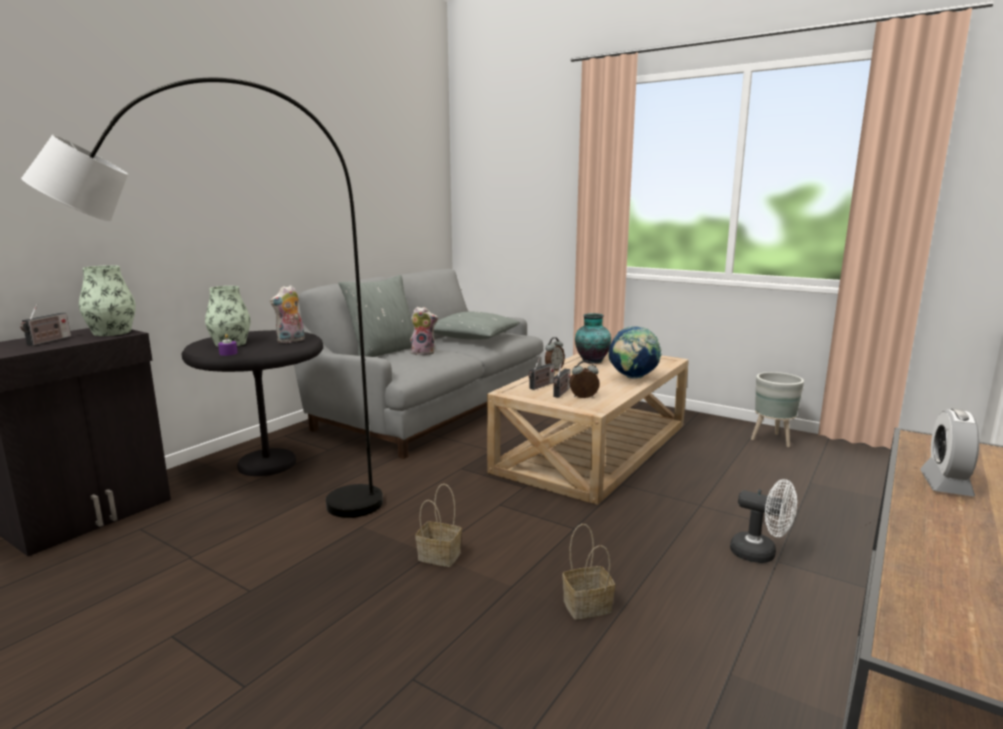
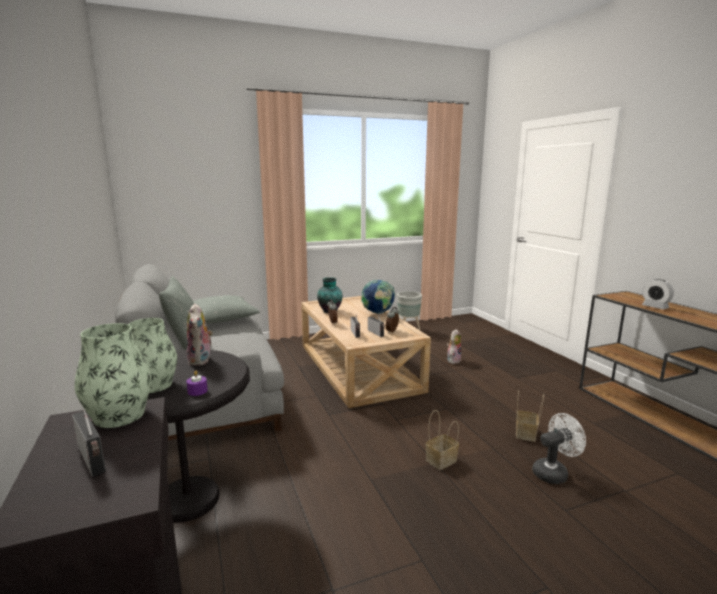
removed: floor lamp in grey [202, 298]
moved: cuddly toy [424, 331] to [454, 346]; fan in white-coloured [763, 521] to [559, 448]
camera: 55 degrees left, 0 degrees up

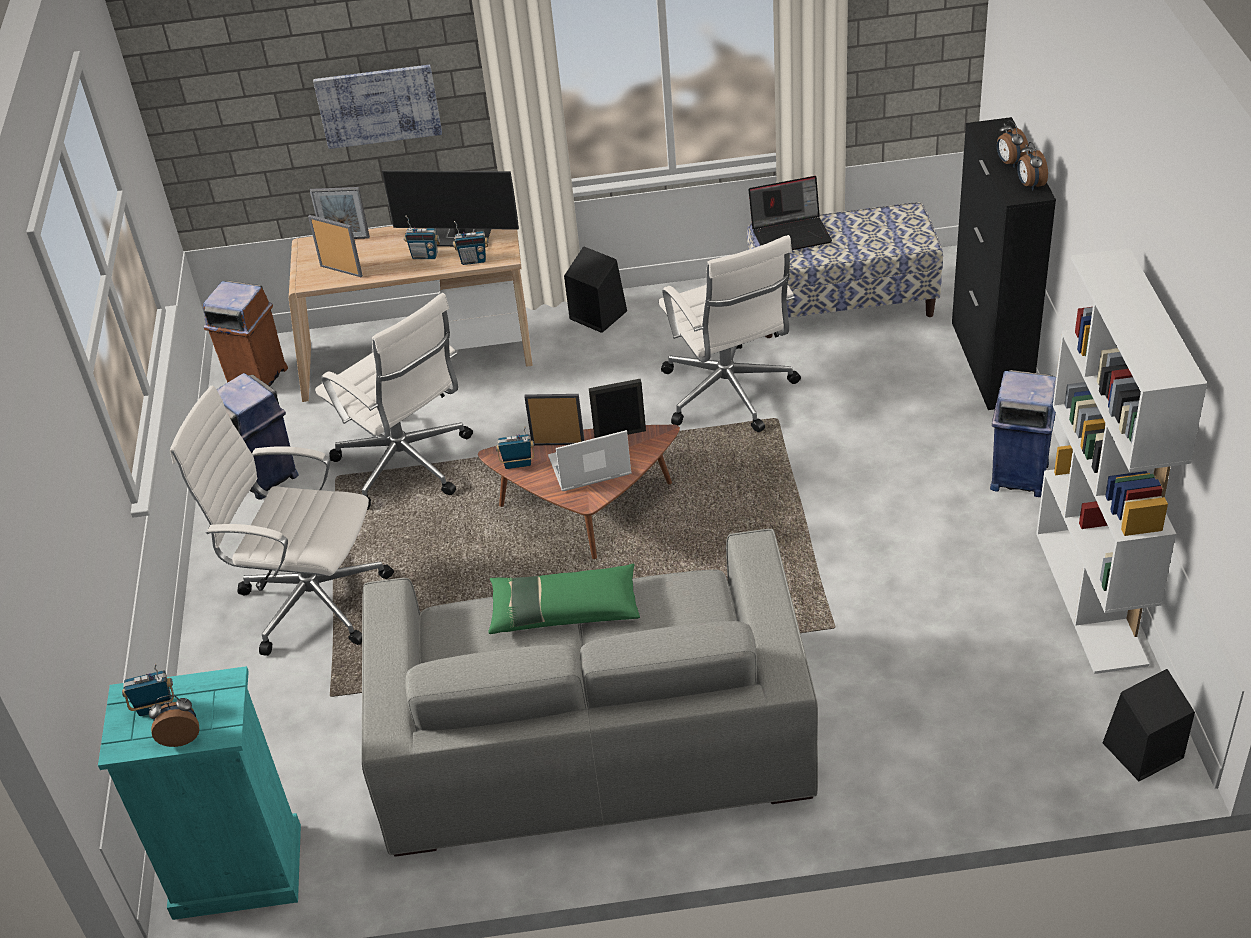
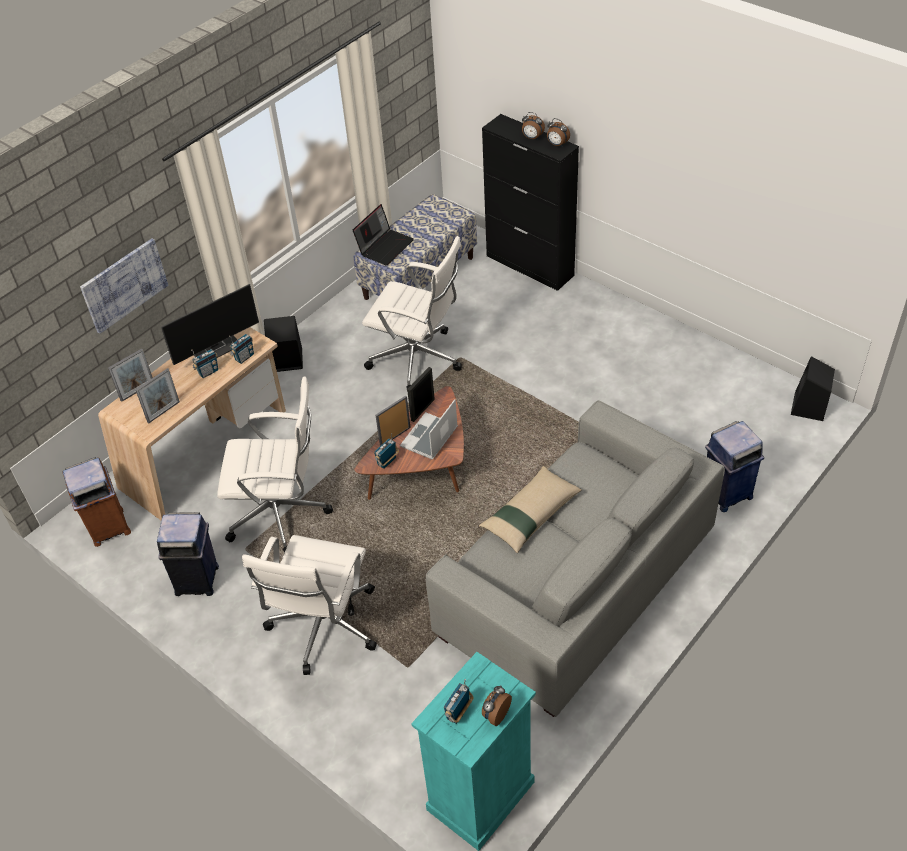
removed: bookshelf in white-coloured [1121, 461]
moved: waste bin in blue-coloured [1023, 433] to [734, 466]
recoloured: pillow in green-coloured [564, 599] to pillow in beige [530, 509]
turned: office chair in white-coloured [282, 521] = [309, 605] 45 degrees counterclockwise; picture frame [335, 246] = [158, 396] 150 degrees clockwise
camera: 45 degrees left, 5 degrees up

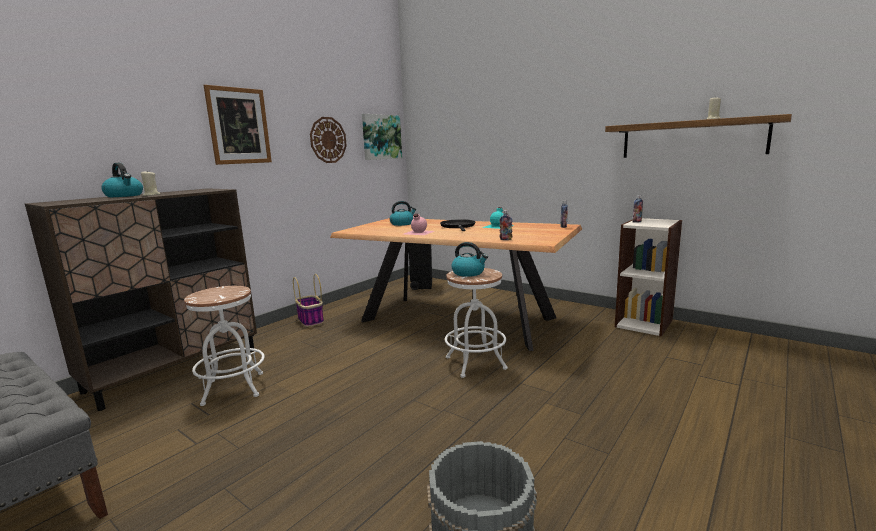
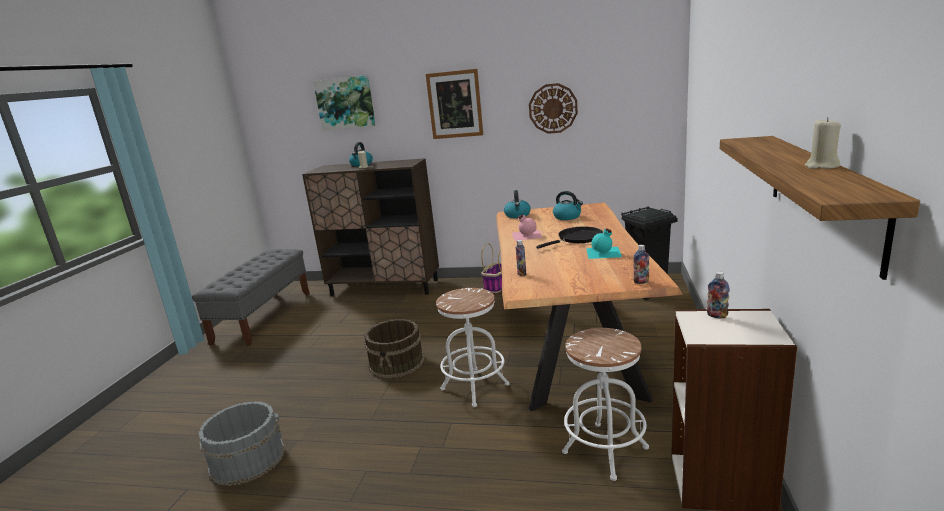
added: pail in brown-coloured [394, 348]
moved: stool seat in white-coloured [224, 346] to [605, 404]; picture [382, 137] to [344, 103]; tea kettle [469, 259] to [517, 204]
camera: 65 degrees right, 5 degrees up

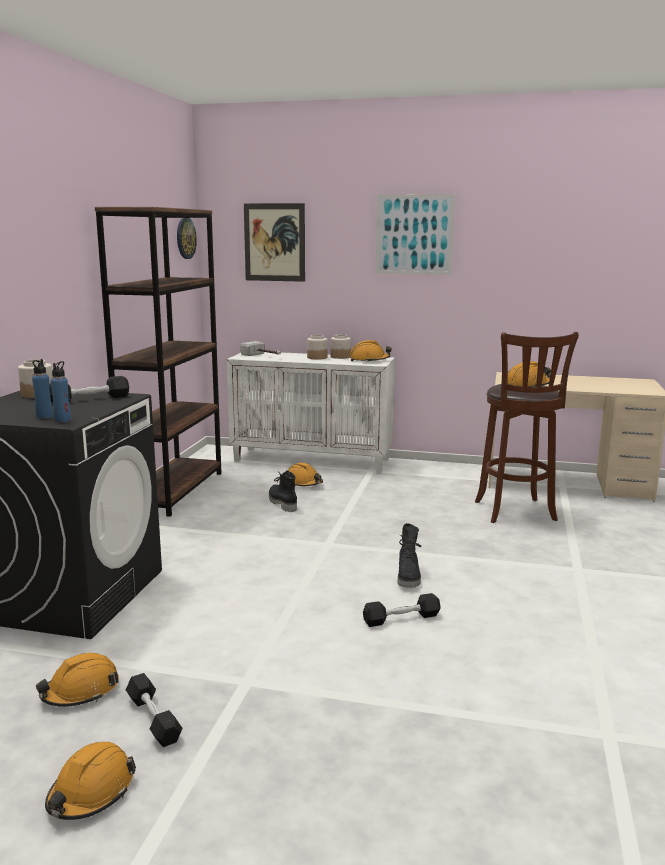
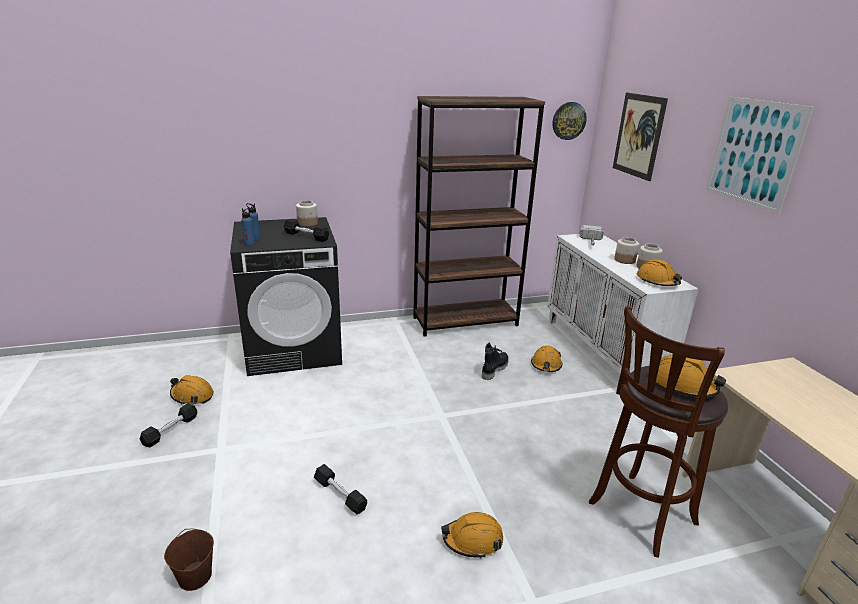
removed: tall boot in blackish [409, 555]
added: pail in brown-coloured [189, 560]
moved: hard hat in orangey [90, 781] to [472, 535]
camera: 60 degrees right, 10 degrees up

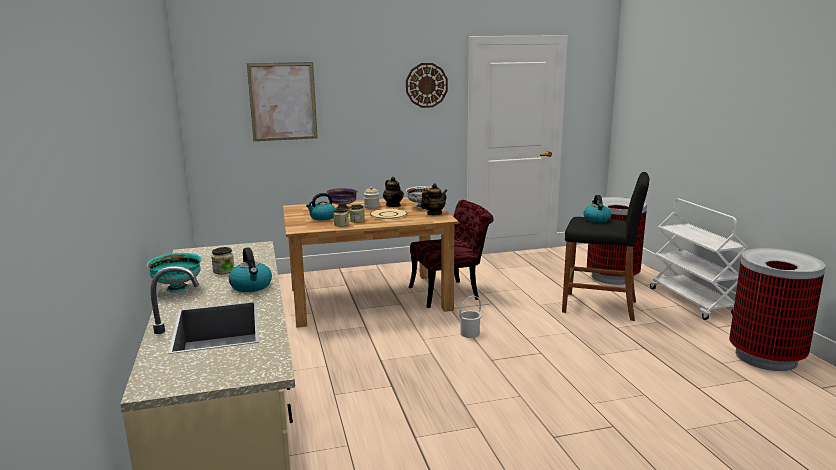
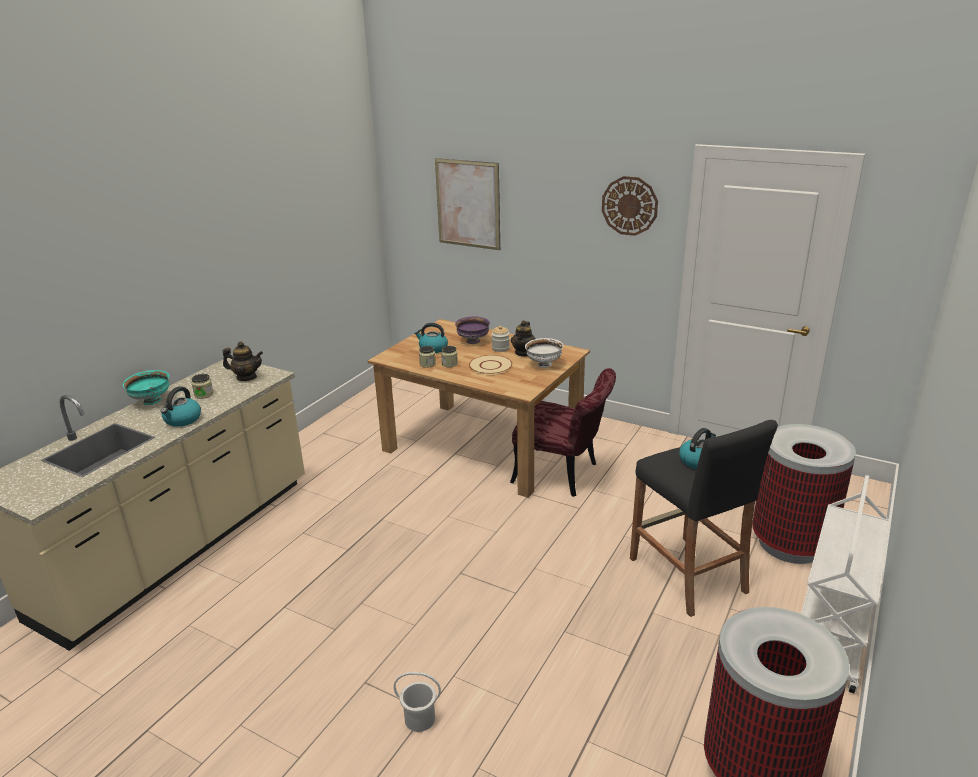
moved: tea pot [434, 199] to [243, 361]; pail in white-coloured [470, 317] to [417, 702]
camera: 45 degrees right, 10 degrees up

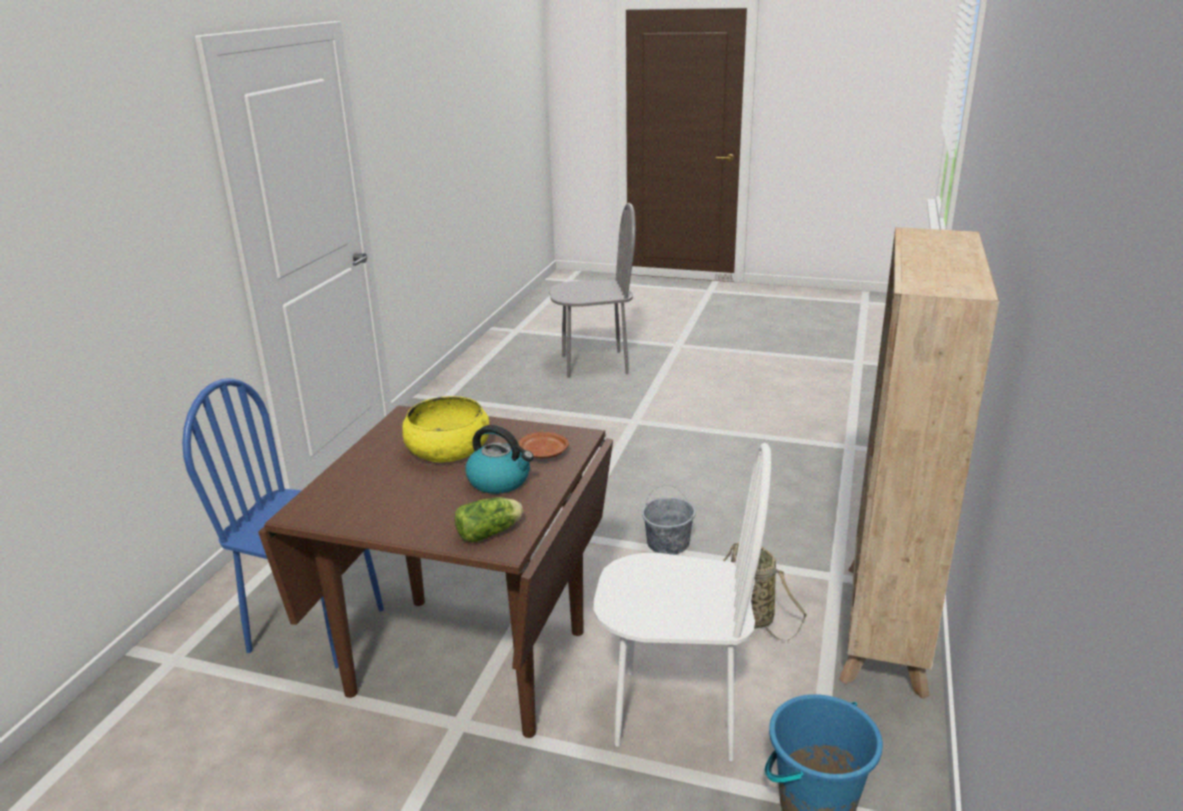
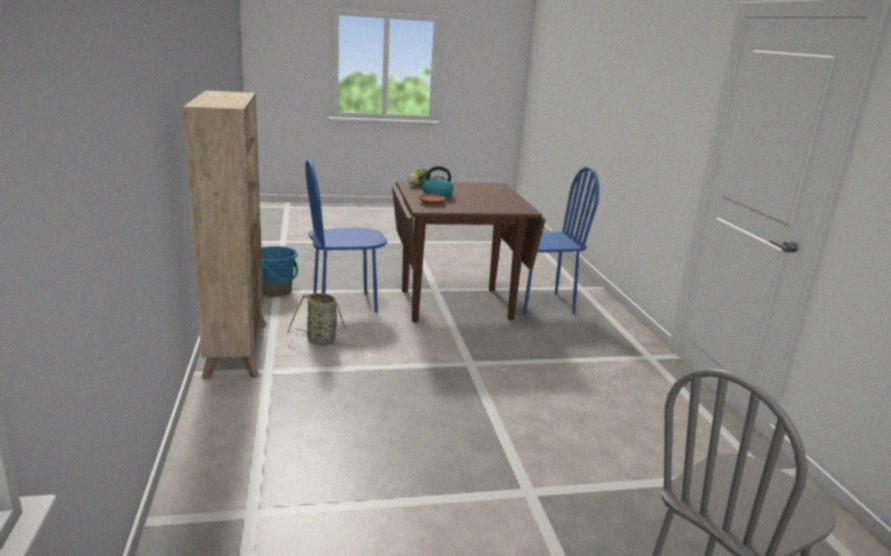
removed: serving bowl in yellowish [446, 429]; pail in grey [669, 520]
recoloured: upright chair in white-coloured [682, 602] to upright chair in blue-coloured [346, 236]
camera: 150 degrees right, 5 degrees down

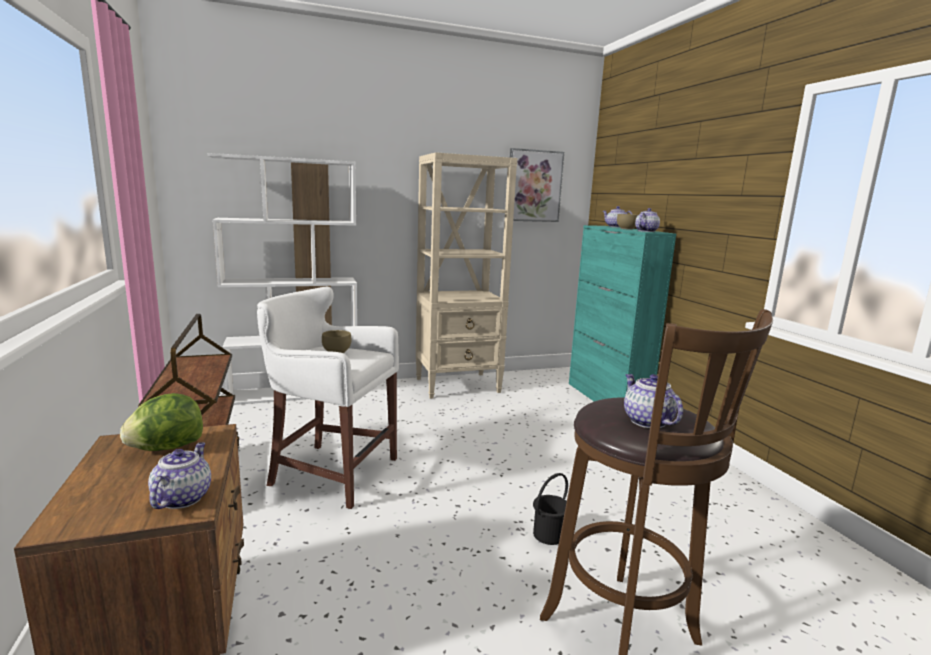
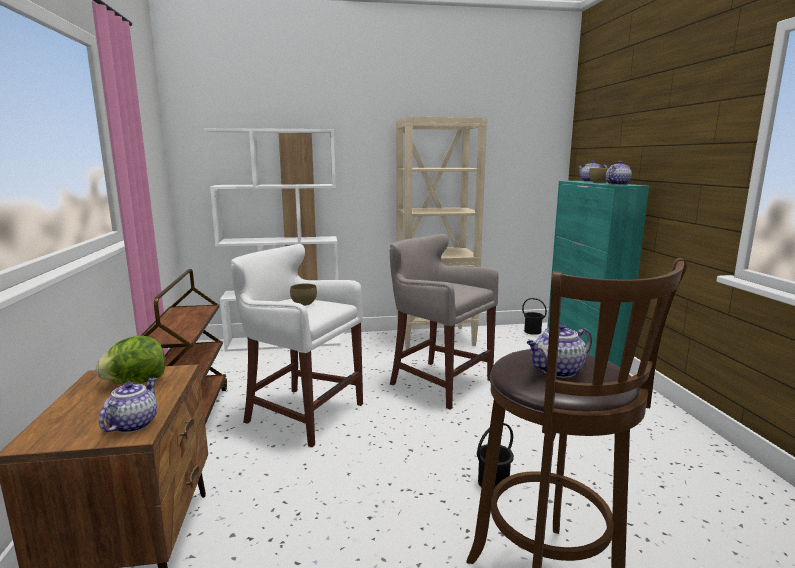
removed: picture [537, 185]
added: stool seat in grey [444, 321]; pail in blackish [534, 316]
turned: tea pot [653, 401] = [559, 351] 105 degrees counterclockwise
camera: 10 degrees right, 0 degrees up

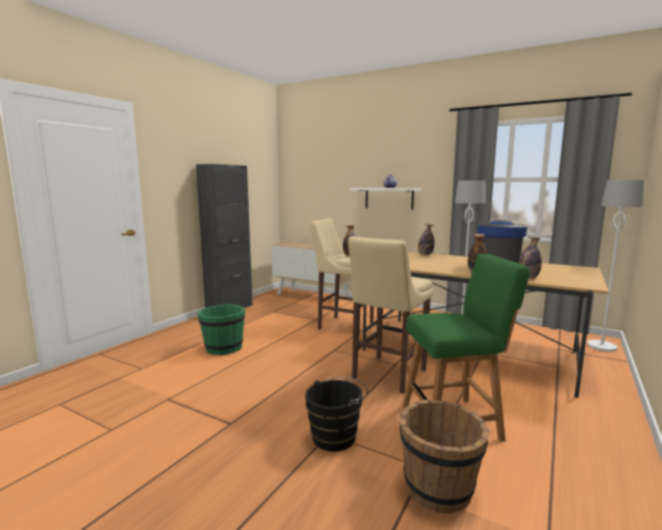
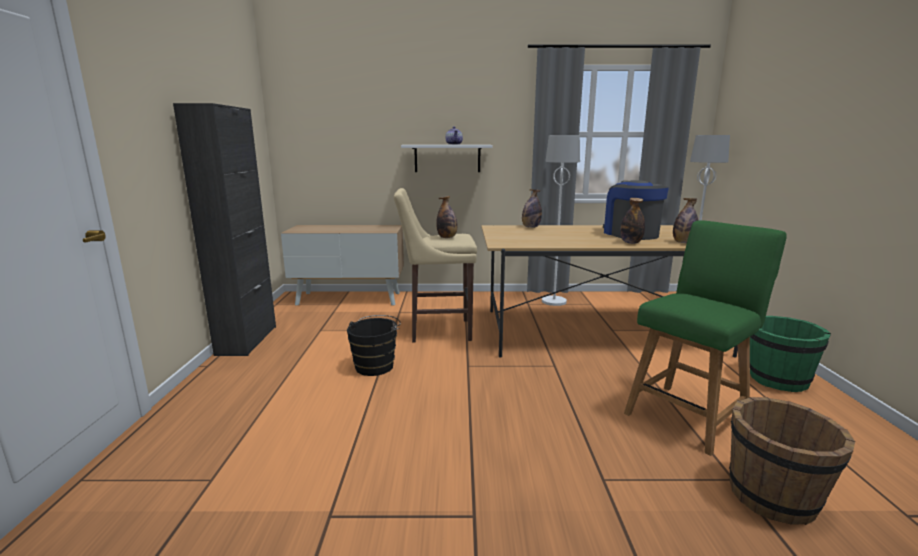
removed: stool seat in beige [390, 315]
moved: pail in green-coloured [221, 329] to [790, 354]; pail in blackish [336, 414] to [374, 345]
camera: 30 degrees left, 5 degrees up

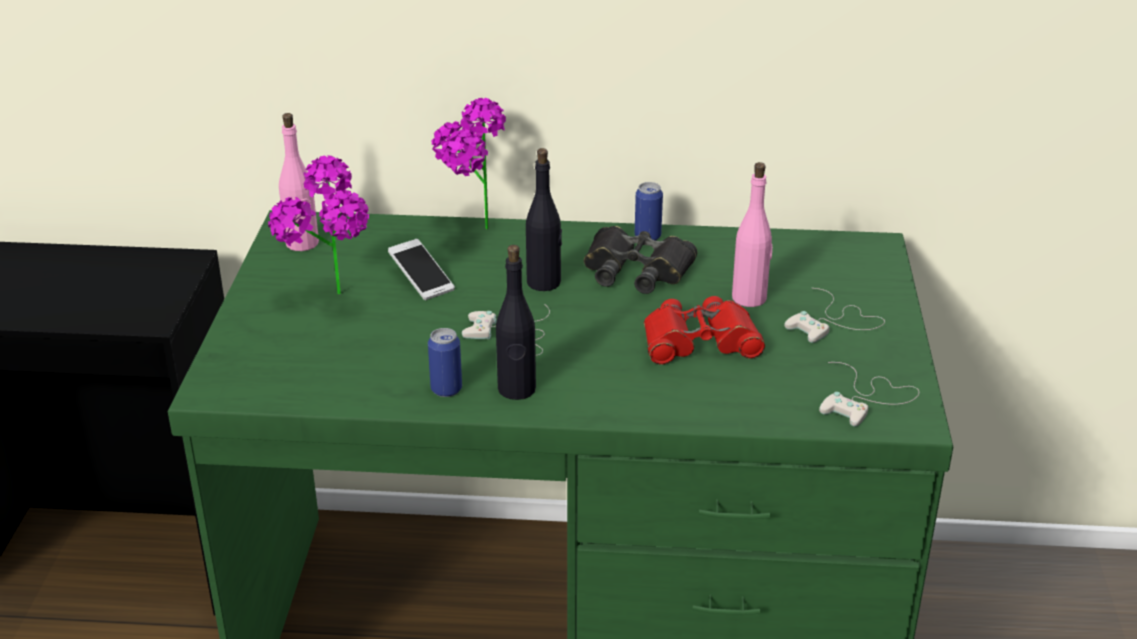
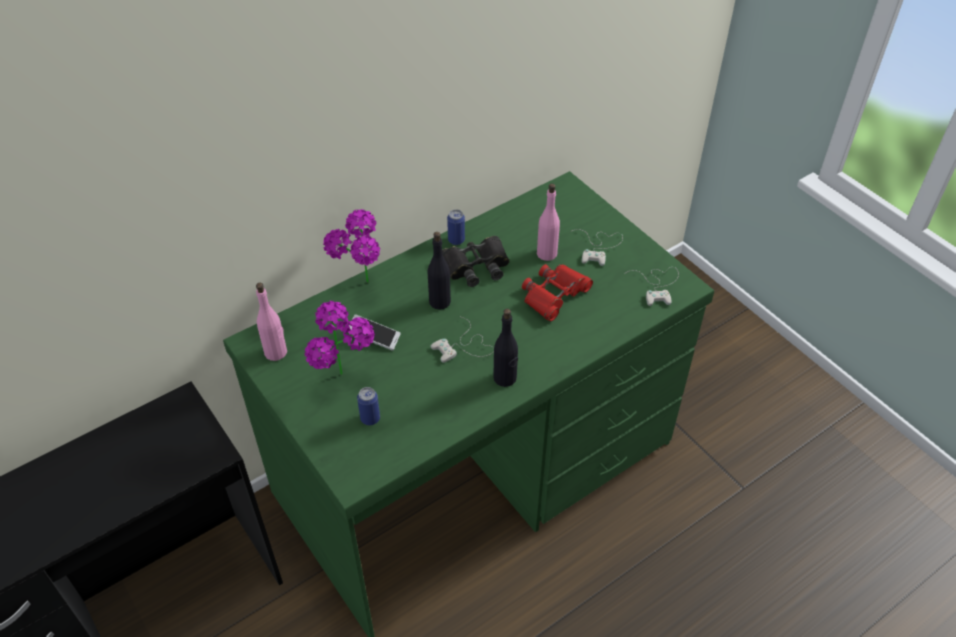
moved: can [445, 362] to [368, 406]
camera: 40 degrees left, 15 degrees up

